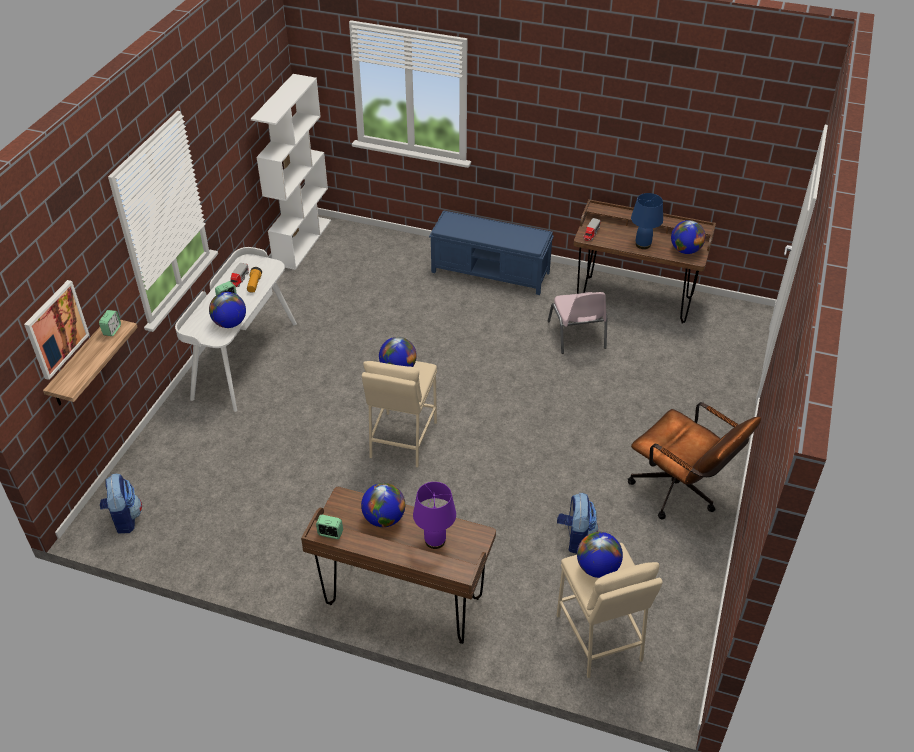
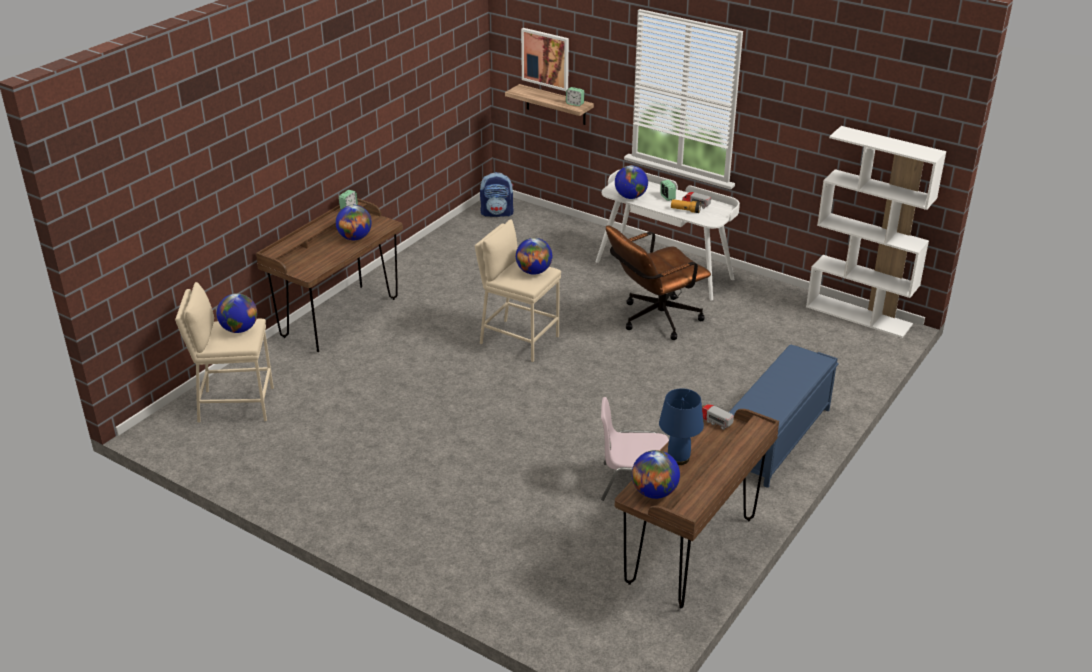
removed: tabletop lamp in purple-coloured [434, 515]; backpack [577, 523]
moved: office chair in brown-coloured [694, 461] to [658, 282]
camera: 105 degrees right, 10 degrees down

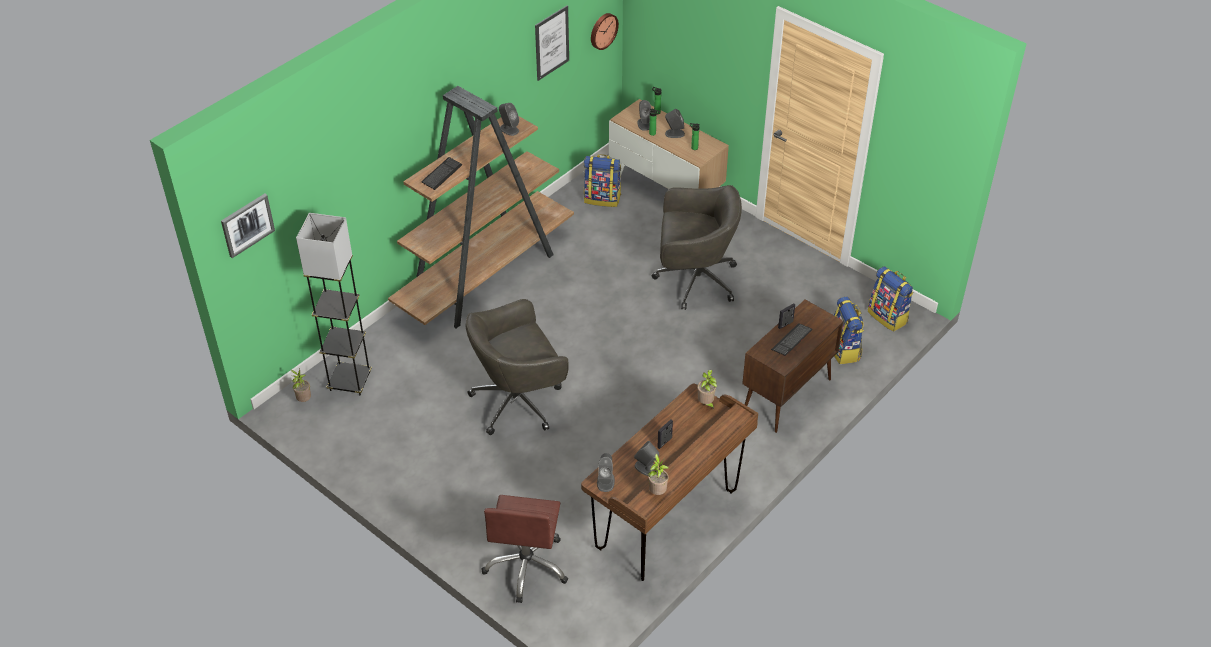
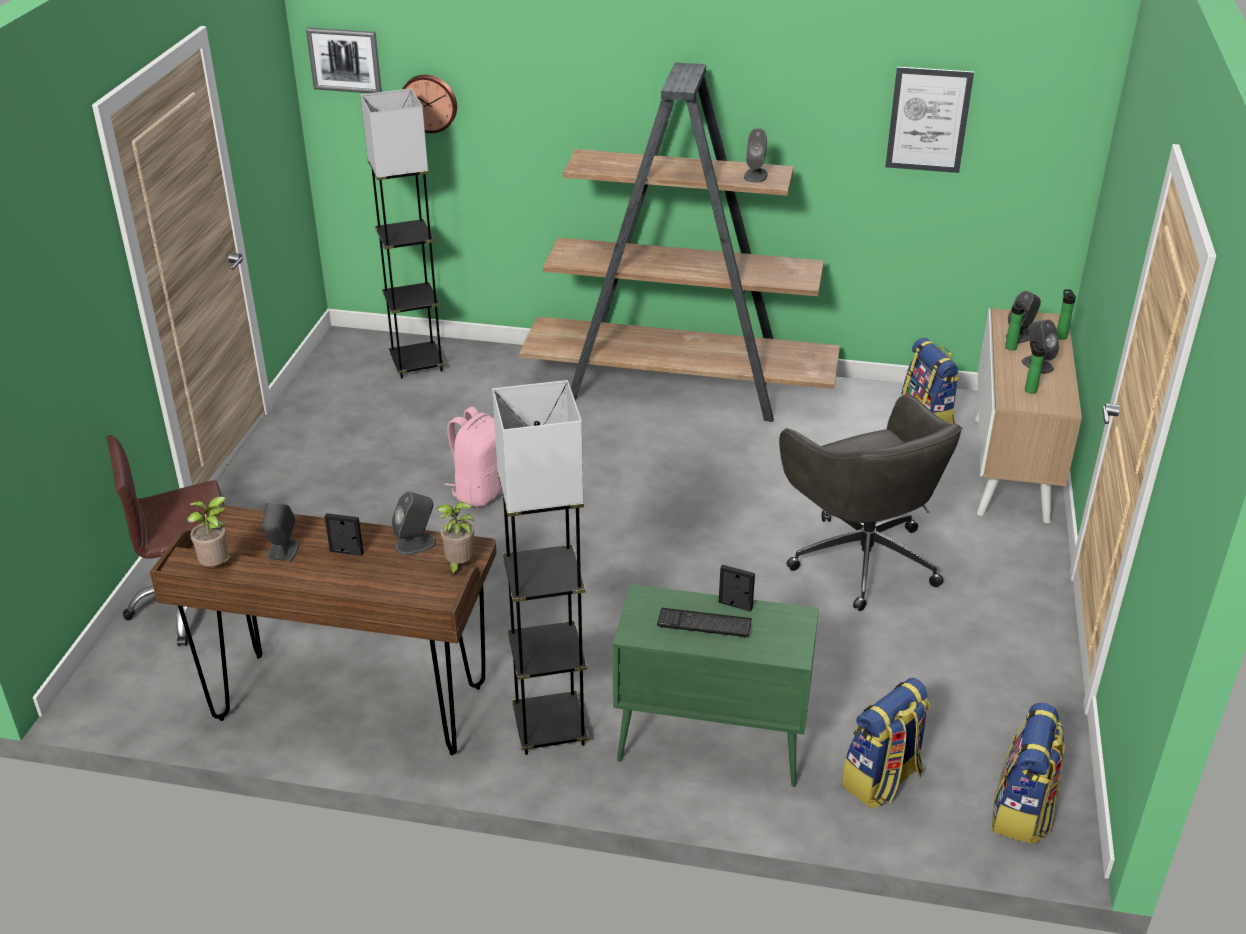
removed: potted plant [301, 385]; computer keyboard [441, 173]
added: floor lamp in grey [540, 567]
moved: wall clock [605, 31] to [429, 104]; speaker in grey [606, 472] to [414, 524]
replaced: office chair in grey [517, 367] to backpack in pinkish [473, 456]
recoloured: cabinet in brown-coloured [793, 366] to cabinet in green-coloured [716, 685]
camera: 60 degrees right, 10 degrees down

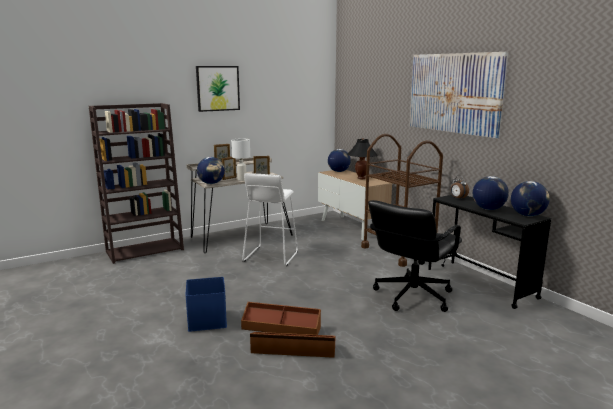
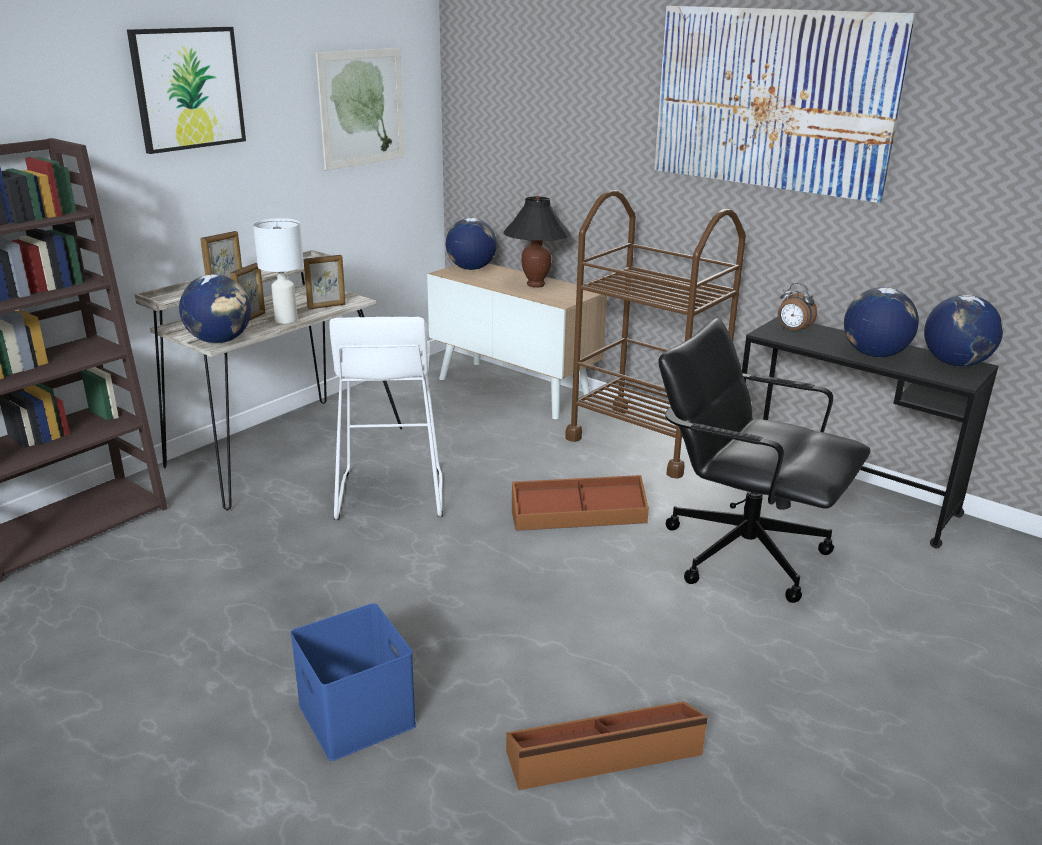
added: picture [360, 109]
moved: storage box in brown-coloured [281, 318] to [580, 503]
turned: office chair in blackish [415, 256] = [764, 460] 105 degrees clockwise
camera: 20 degrees left, 10 degrees up

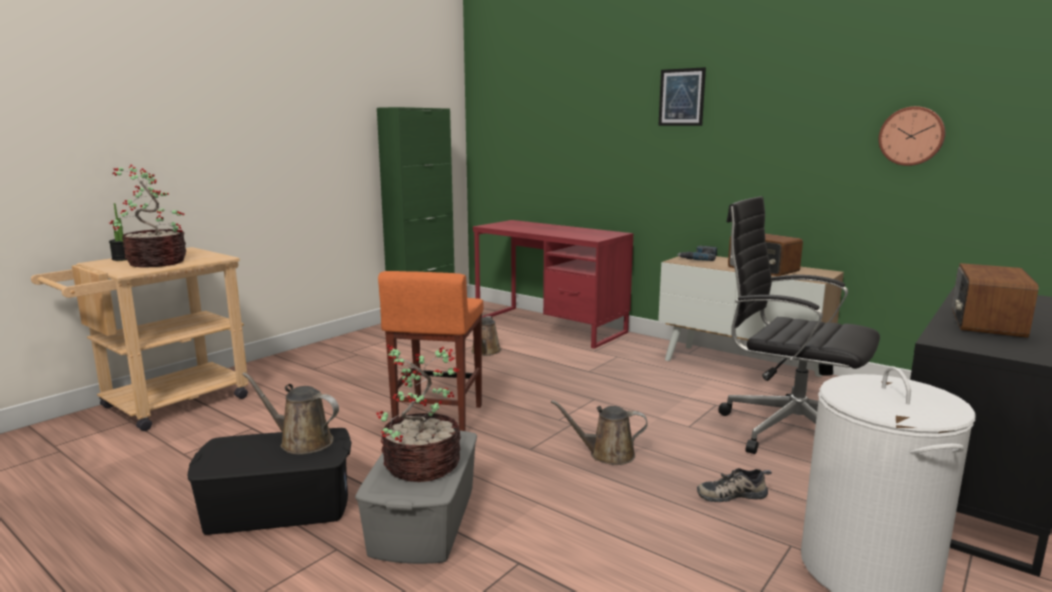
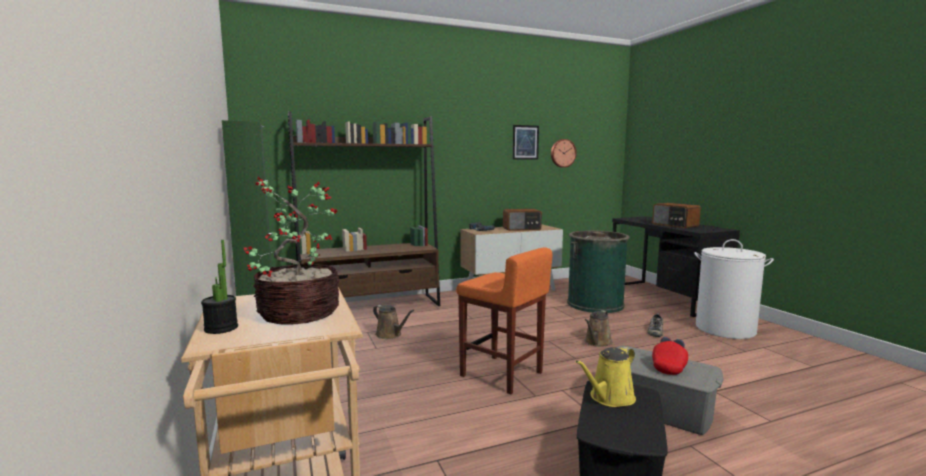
moved: picture [682, 96] to [526, 142]
replaced: potted plant [418, 413] to peaked cap in reddish [670, 356]; desk in reddish [553, 284] to bookshelf in brown-coloured [364, 208]; office chair in blackish [799, 325] to waste bin in green-coloured [598, 272]
recoloured: watering can in brown-coloured [290, 413] to watering can in yellowish [605, 376]
camera: 60 degrees left, 5 degrees down

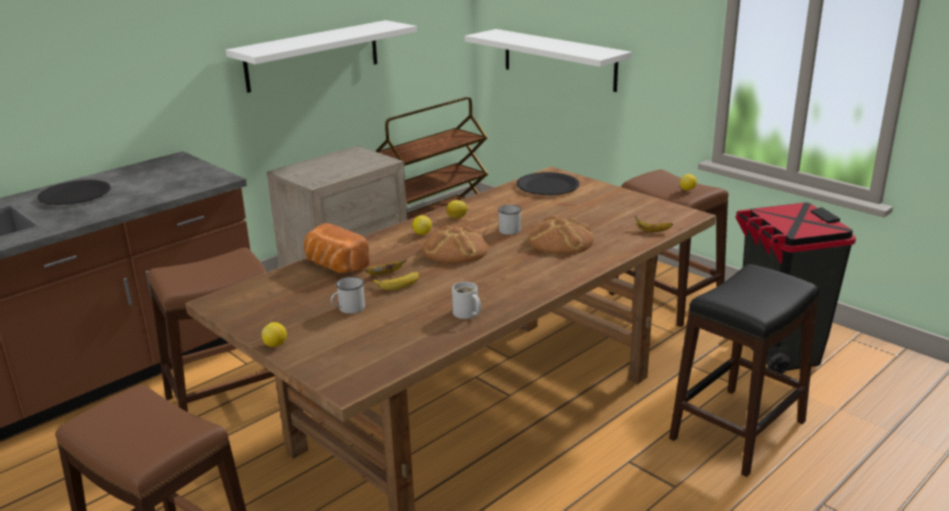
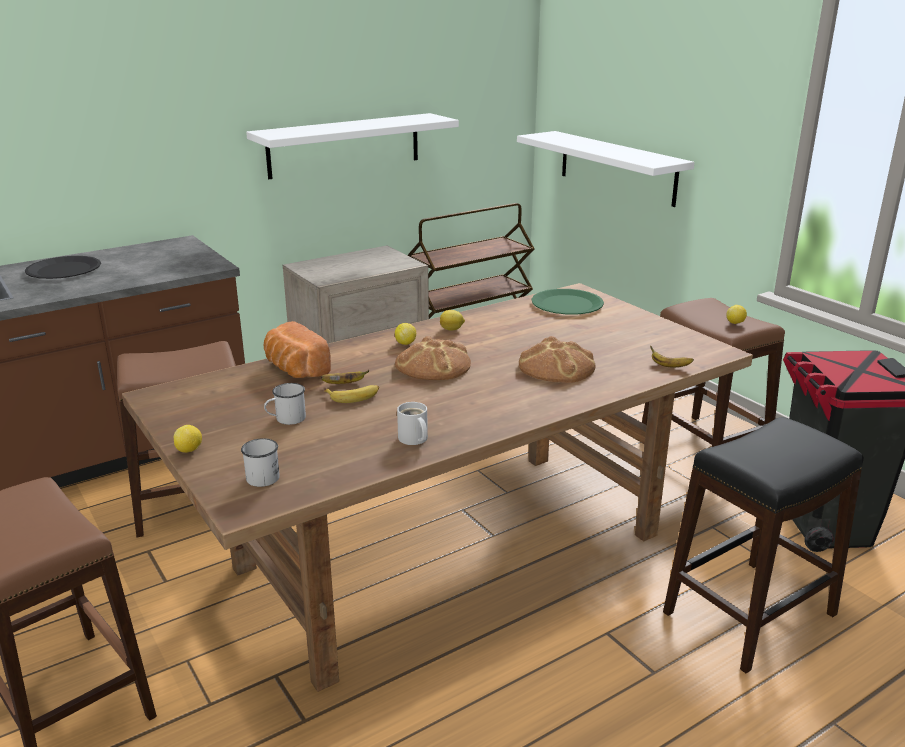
moved: coffee mug in white-coloured [510, 220] to [260, 462]
recoloured: dinner plate in blackish [547, 183] to dinner plate in green-coloured [567, 302]
camera: 10 degrees right, 0 degrees up

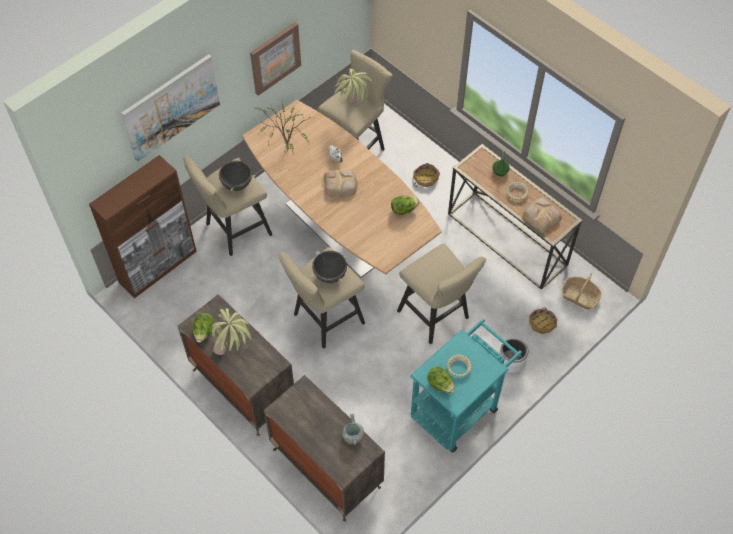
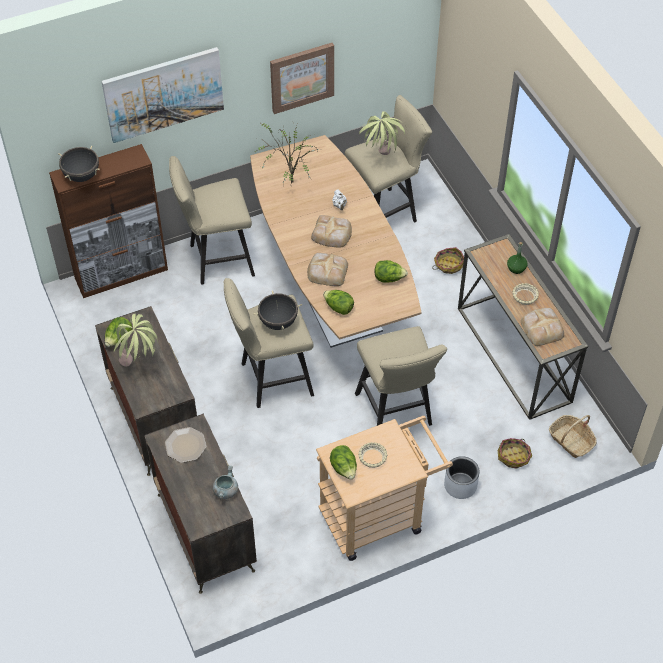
added: dinner plate [185, 445]; baked bread [327, 269]; head of lettuce [338, 302]
moved: stockpot in blackish [235, 175] to [79, 164]
recoloured: trolley in turquoise-coloured [466, 386] to trolley in beige [384, 488]
camera: 20 degrees right, 5 degrees down

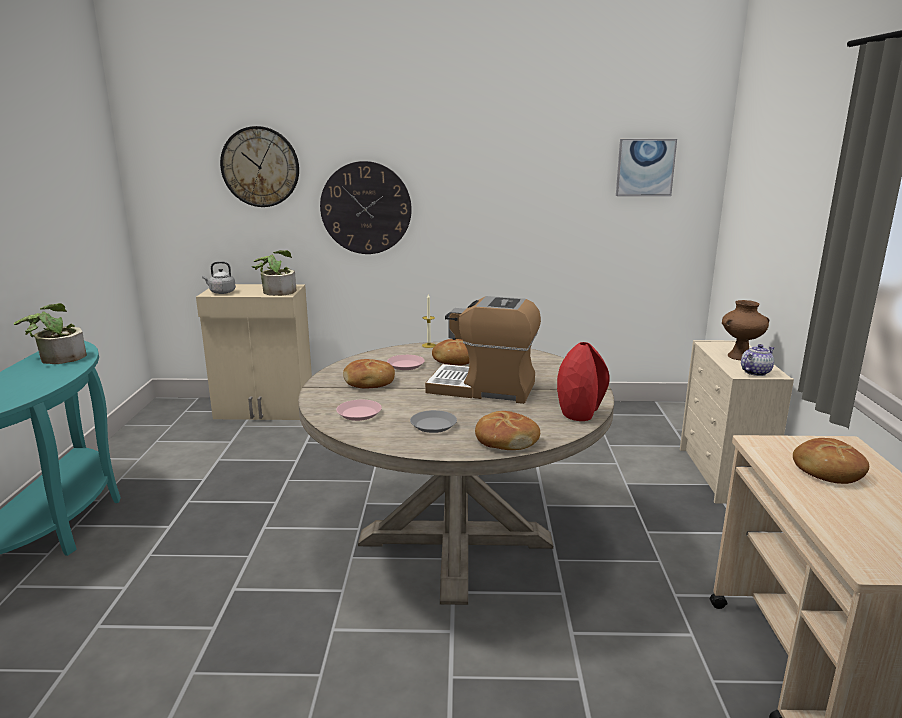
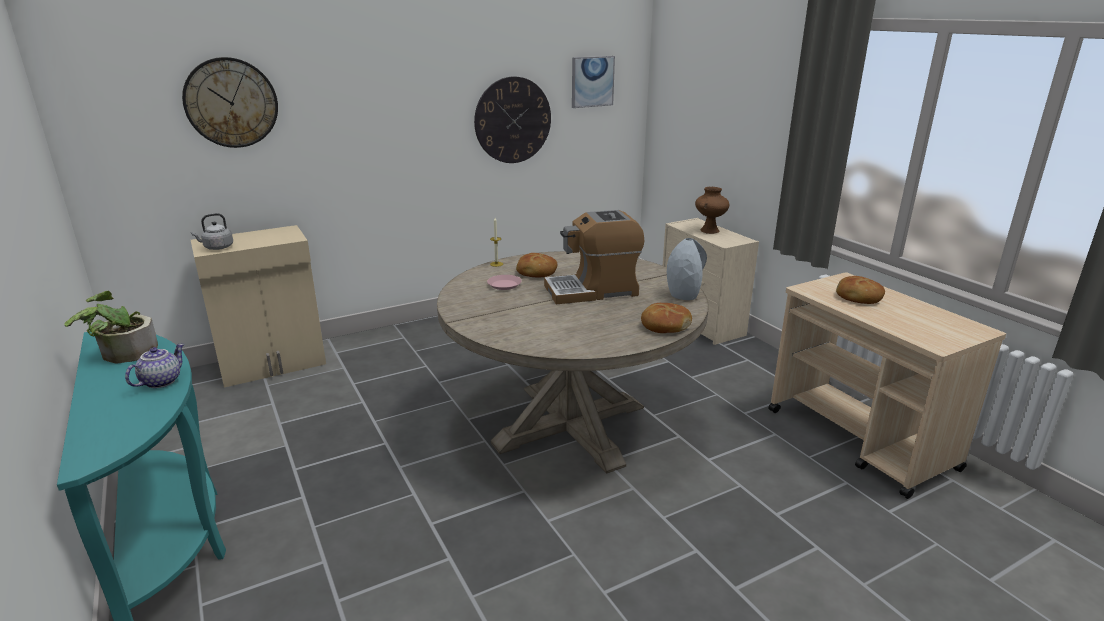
removed: potted plant [274, 273]; dinner plate in pinkish [359, 410]; baked bread [369, 373]; dinner plate in grey [433, 421]
moved: wall clock [366, 207] to [512, 119]; tea pot [757, 360] to [154, 366]
recoloured: vase in reddish [583, 381] to vase in grey [687, 269]
camera: 30 degrees left, 5 degrees up

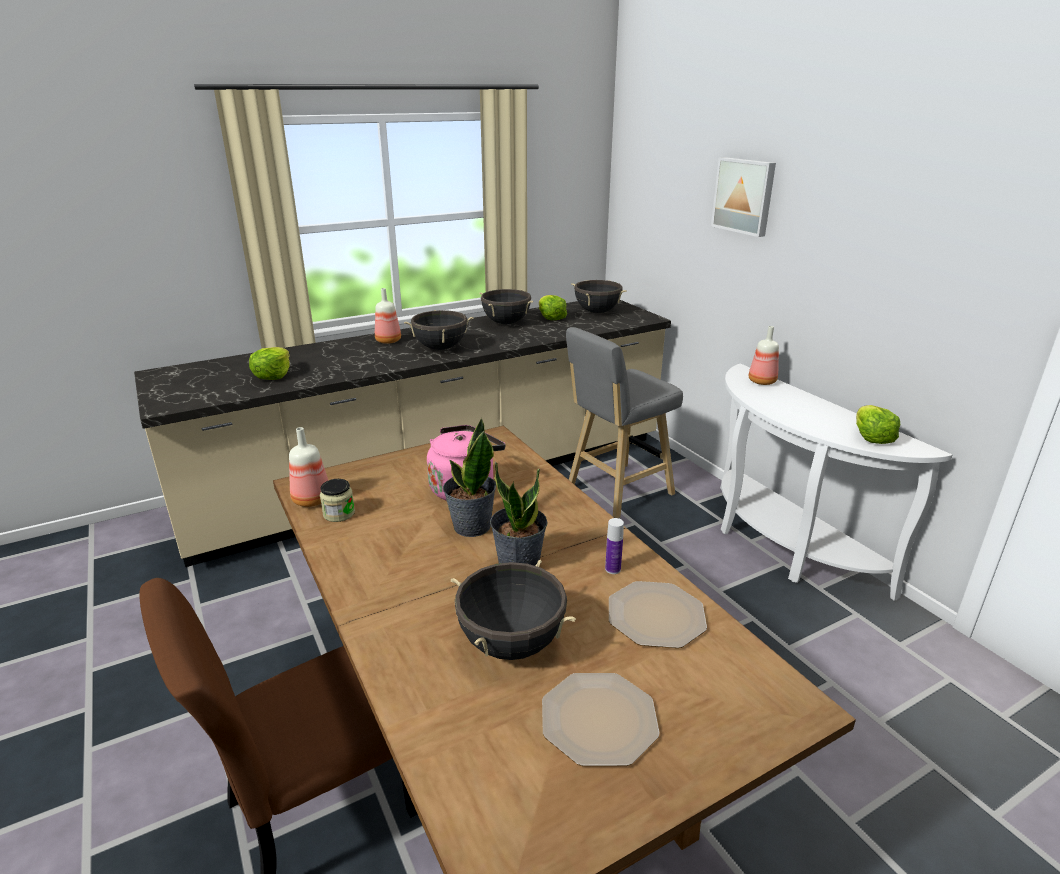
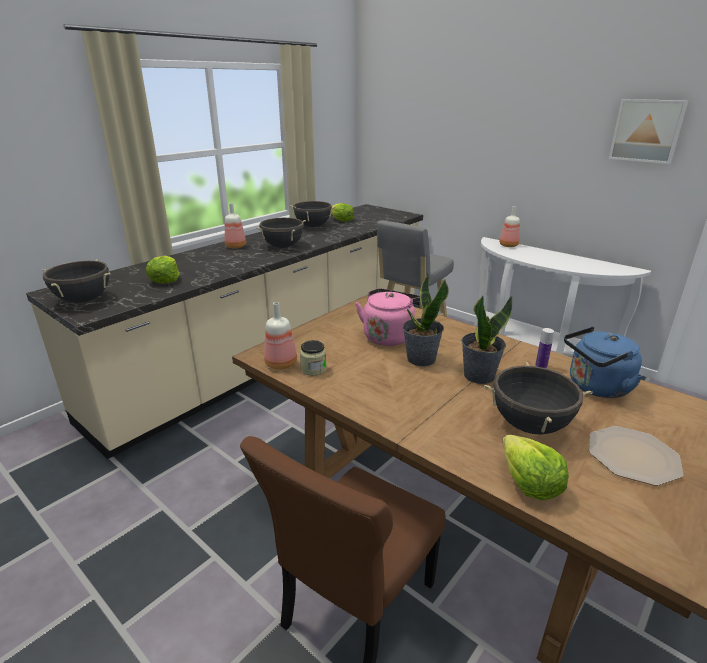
moved: stockpot in blackish [599, 296] to [76, 281]; picture [743, 197] to [648, 131]; head of lettuce [878, 424] to [535, 467]
replaced: dinner plate [658, 614] to tea kettle in blue-coloured [603, 362]
camera: 20 degrees left, 0 degrees up

